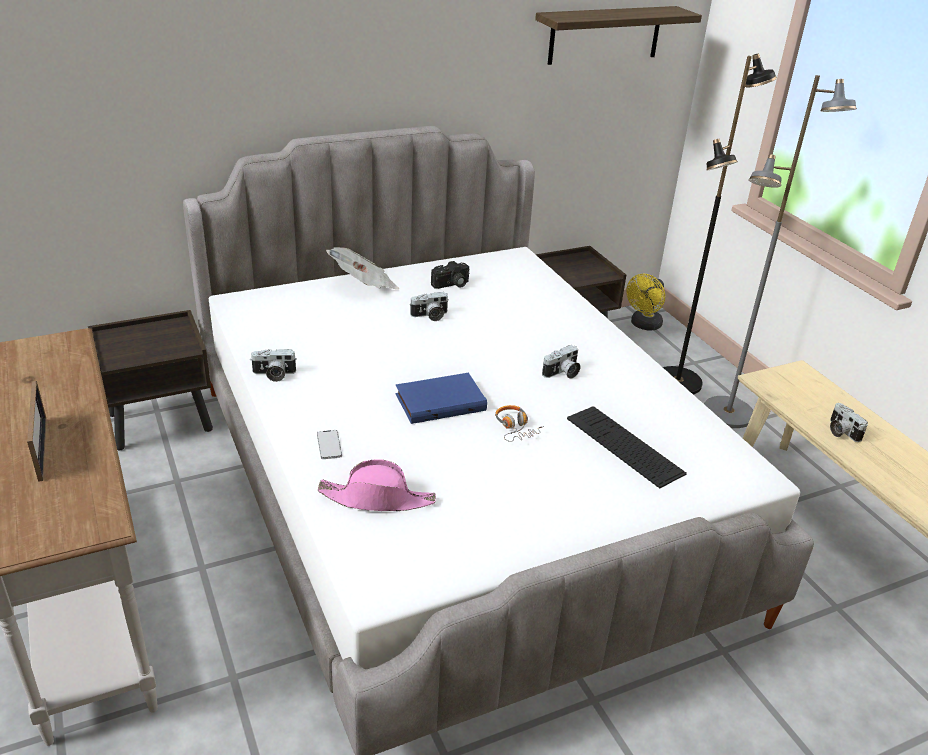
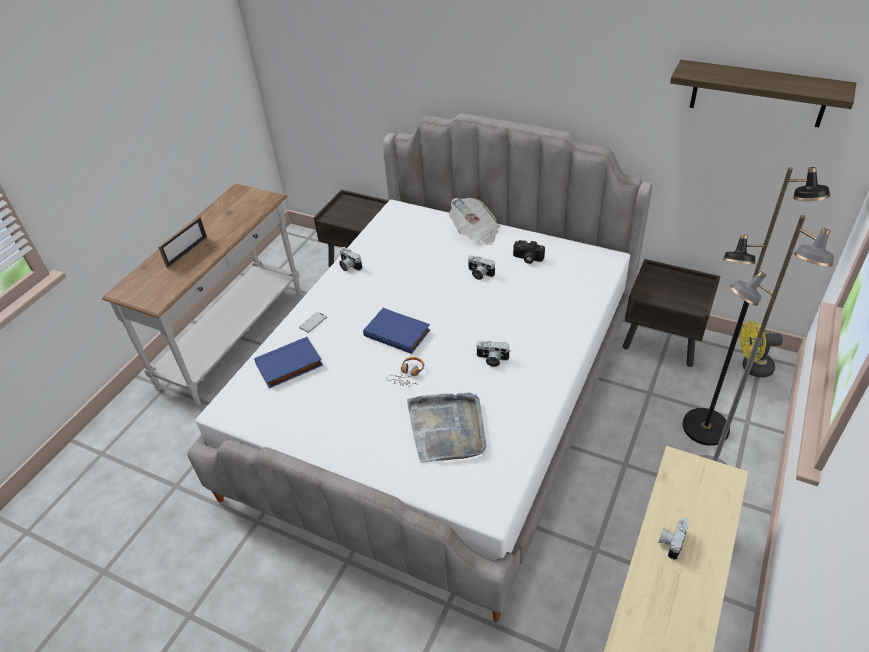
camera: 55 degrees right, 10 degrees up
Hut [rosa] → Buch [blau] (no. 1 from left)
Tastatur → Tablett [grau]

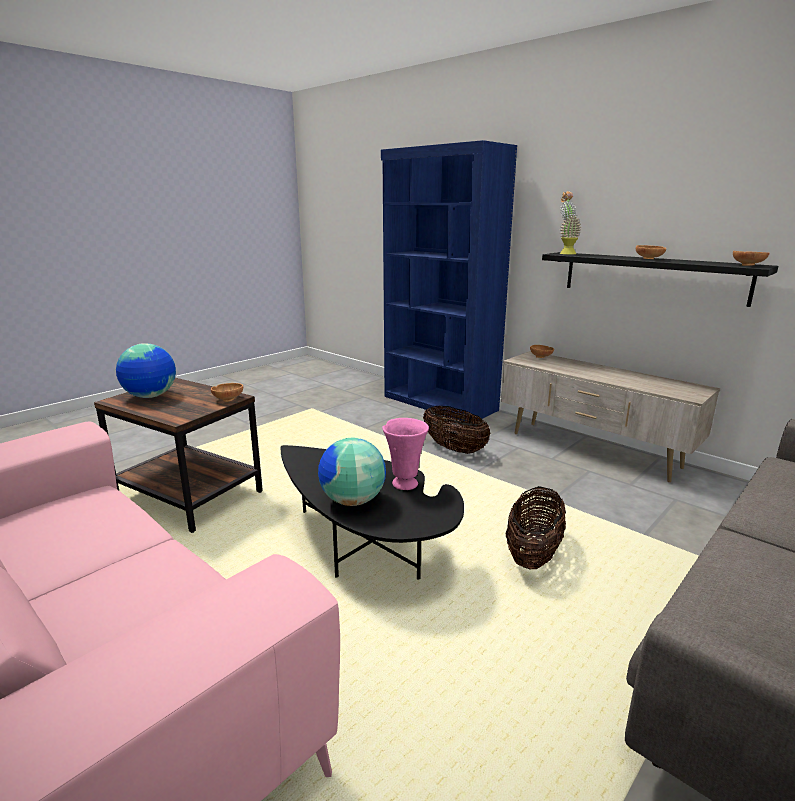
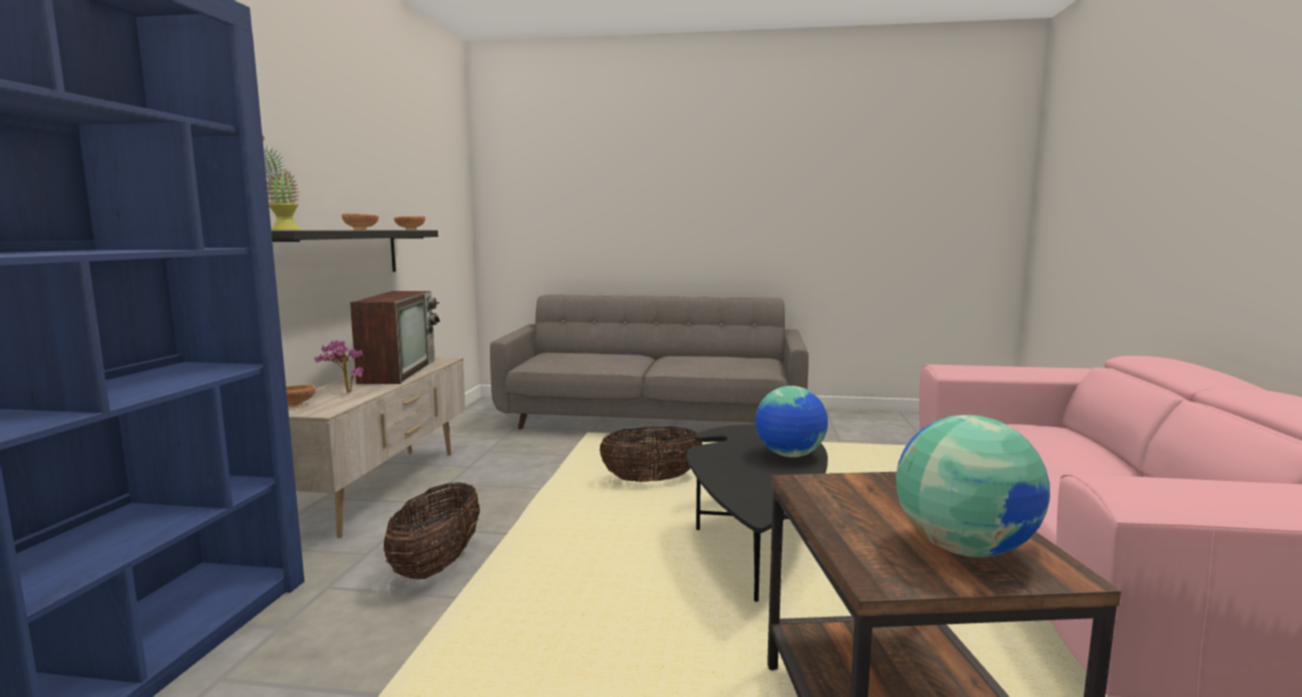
camera: 125 degrees left, 10 degrees down
Schüssel [braun] (no. 1 from left) → -
Vase [rosa] → -
- → Topfpflanze (no. 2 from left)
- → Fernseher

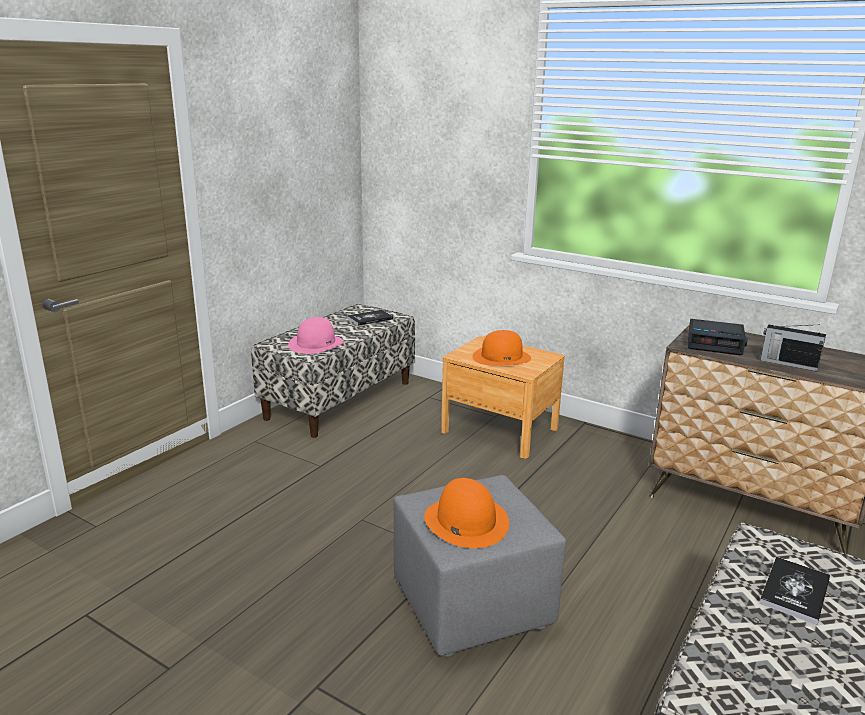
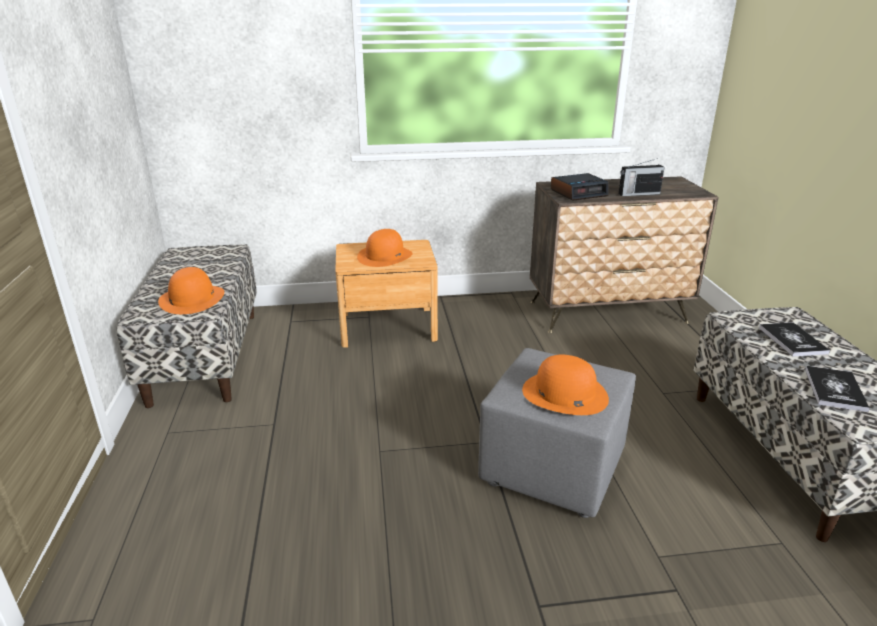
camera: 40 degrees left, 5 degrees up
Hut [rosa] → Hut [orange] (no. 1 from left)
Buch (no. 1 from left in the first image) → Buch (no. 2 from left), relocated

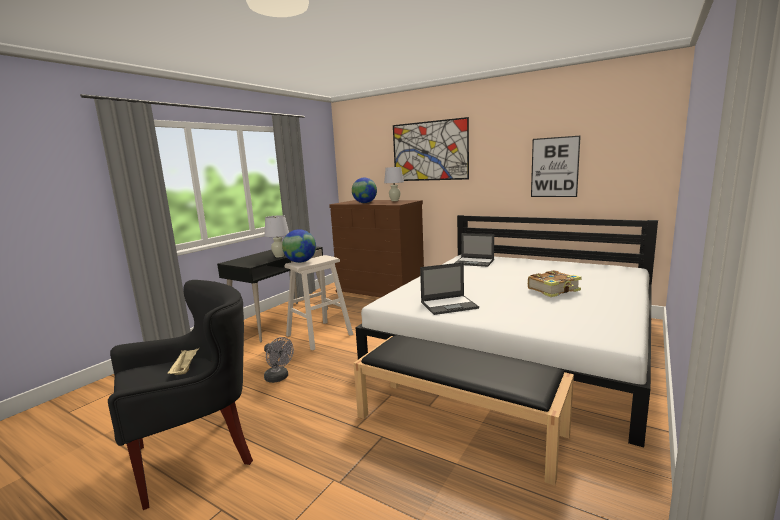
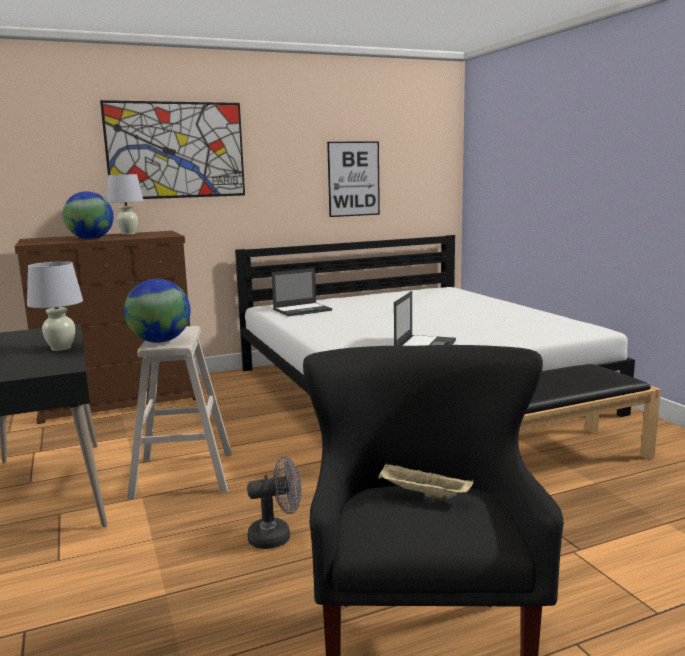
camera: 55 degrees left, 0 degrees up
Buch → -

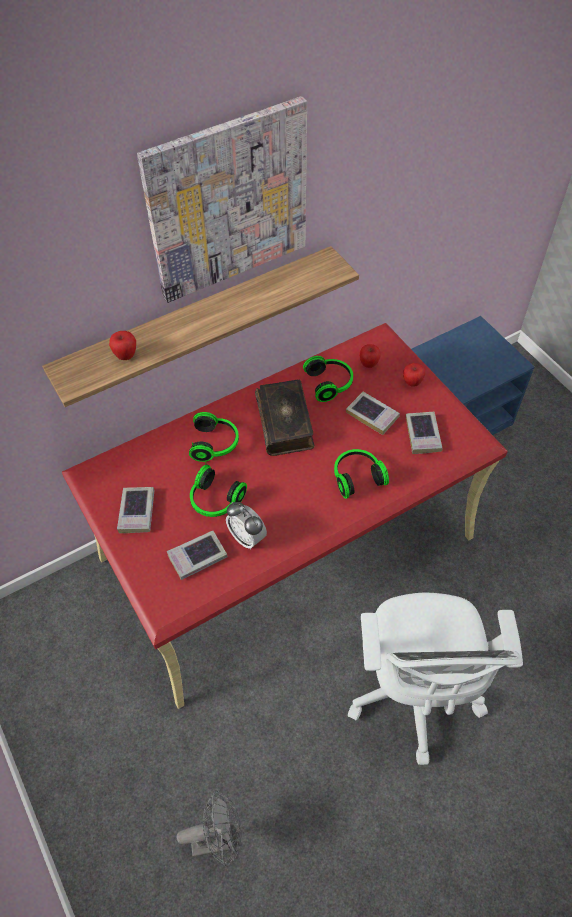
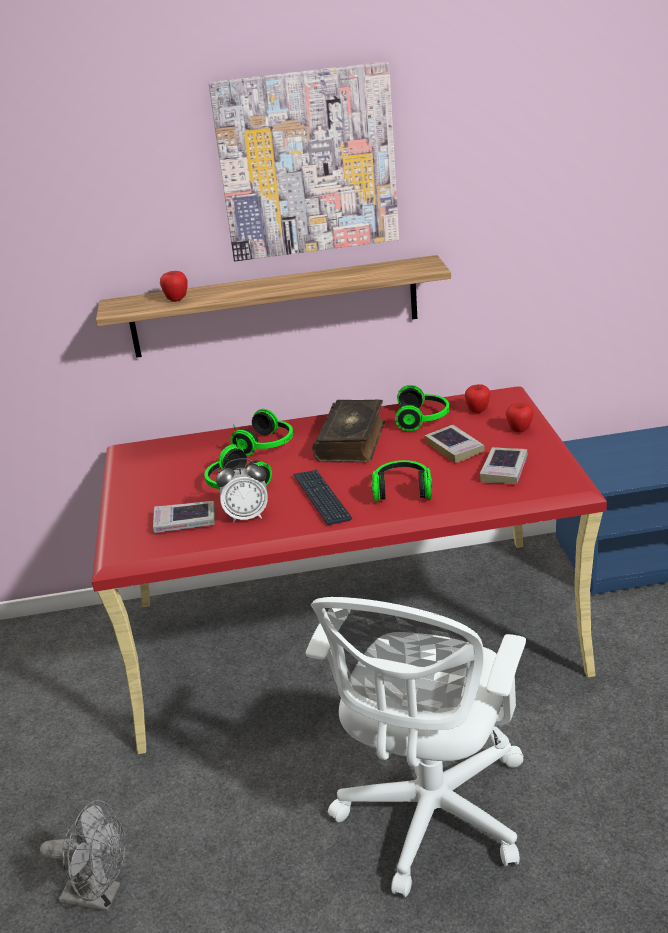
camera: 25 degrees right, 25 degrees down
Buch (no. 1 from left) → -
Wecker, 75 degrees counterclockwise
- → Tastatur

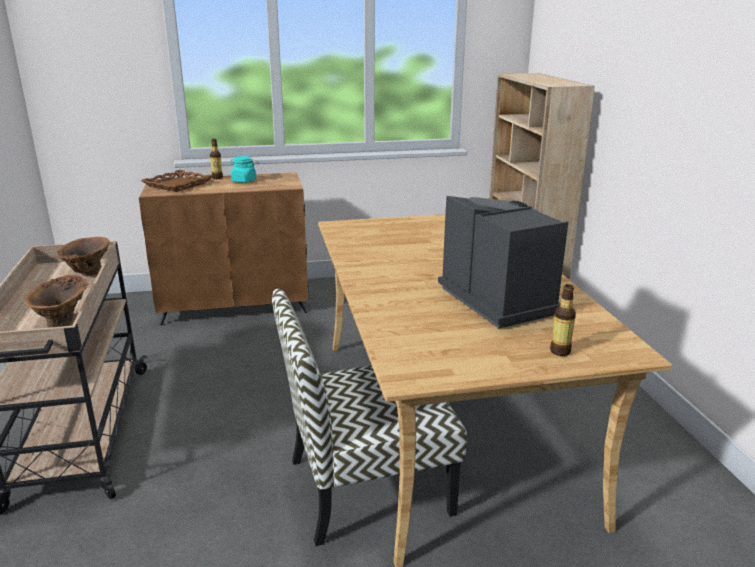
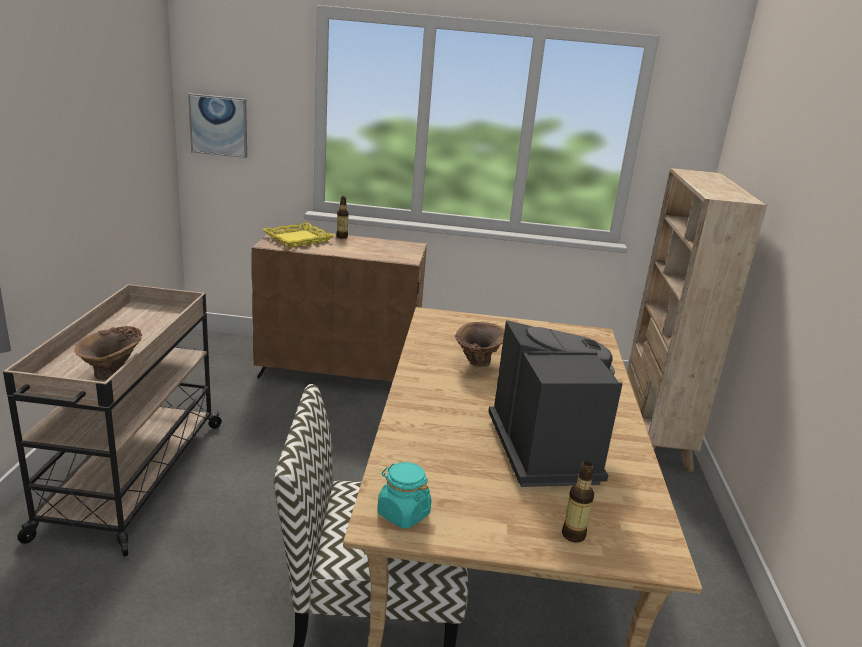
camera: 15 degrees right, 0 degrees up
Vase [braun] (no. 2 from left), relocated
Tablett [braun] → Tablett [gelb]
Vorratsglas [türkis], relocated
- → Bild

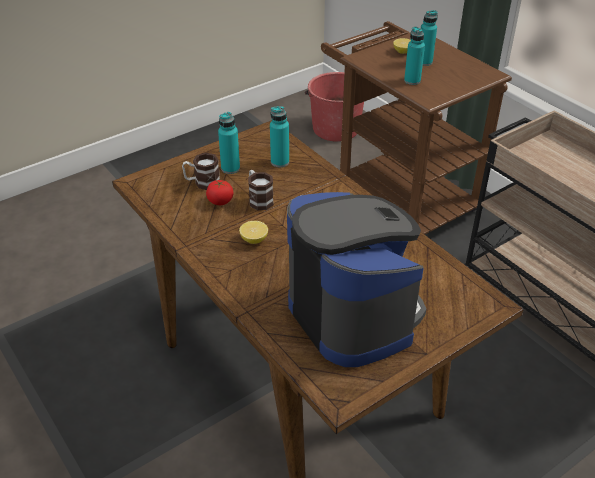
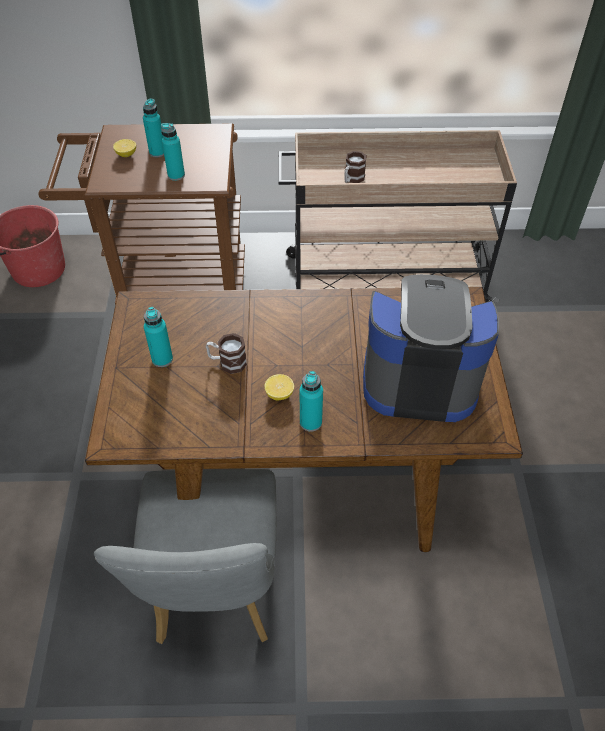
camera: 55 degrees left, 10 degrees up
Henkelbecher (no. 1 from left in the first image) → Henkelbecher (no. 2 from left), relocated
Tomate → -
Flasche [türkis] (no. 2 from left in the first image) → Flasche [türkis] (no. 4 from left), relocated
- → Stuhl [grau]

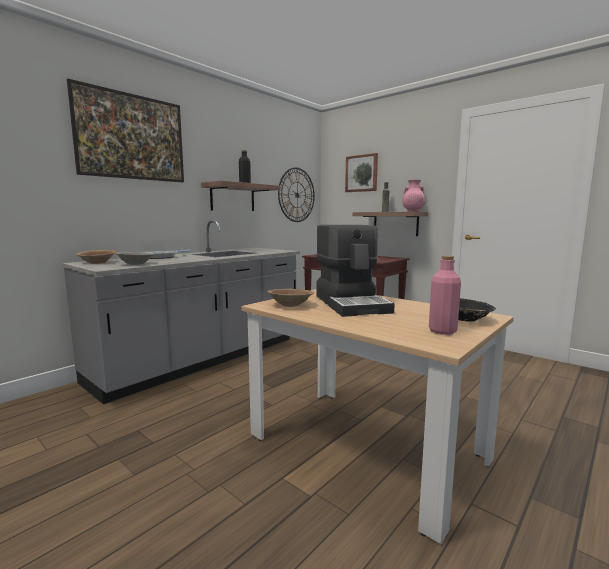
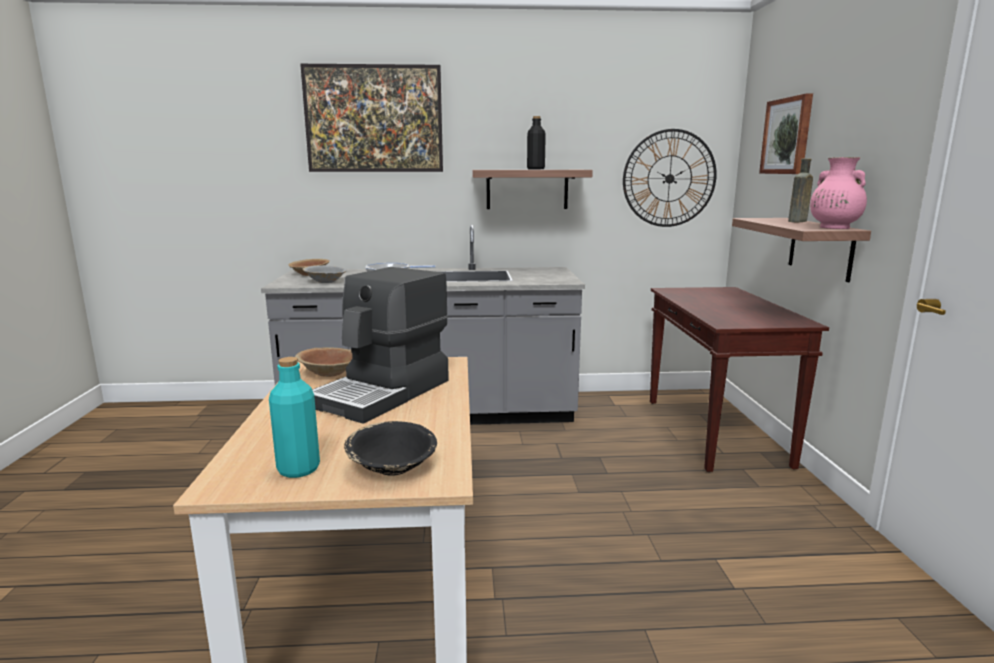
camera: 45 degrees right, 5 degrees up
Flasche [rosa] → Flasche [türkis]

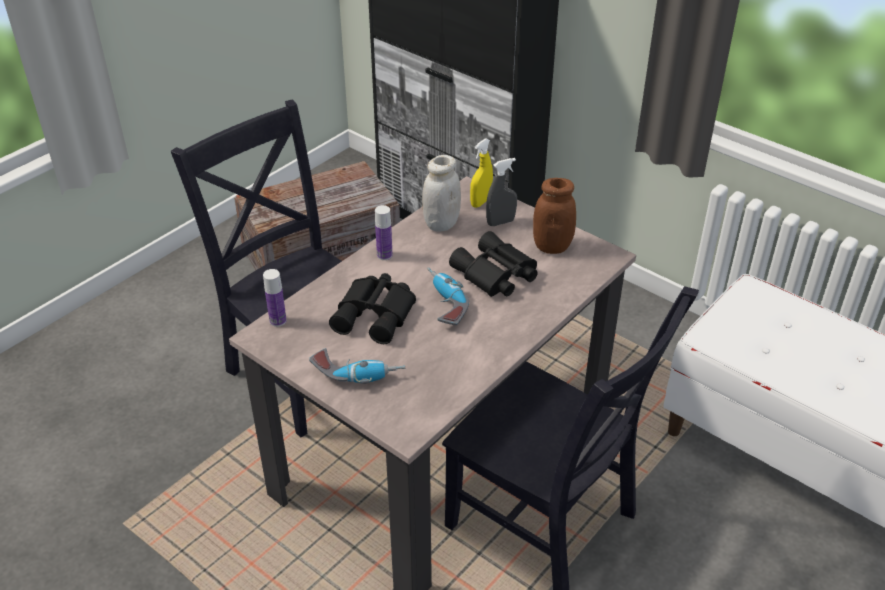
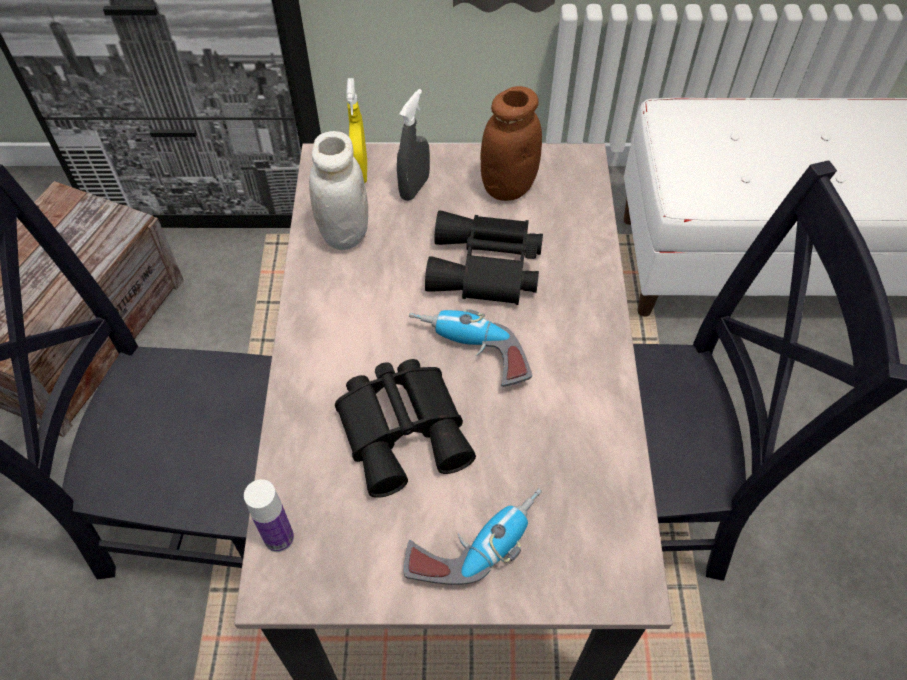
camera: 40 degrees left, 15 degrees up
Flasche (no. 2 from left) → -

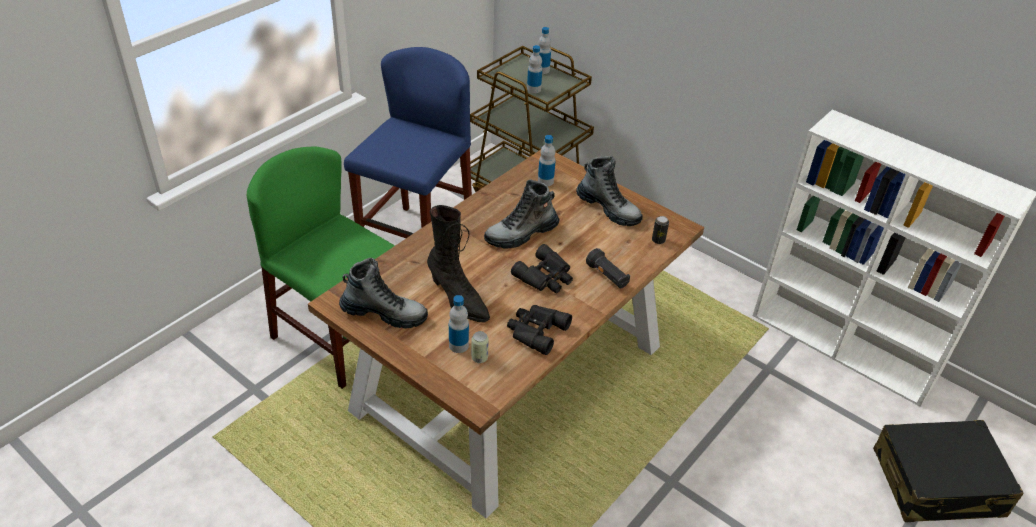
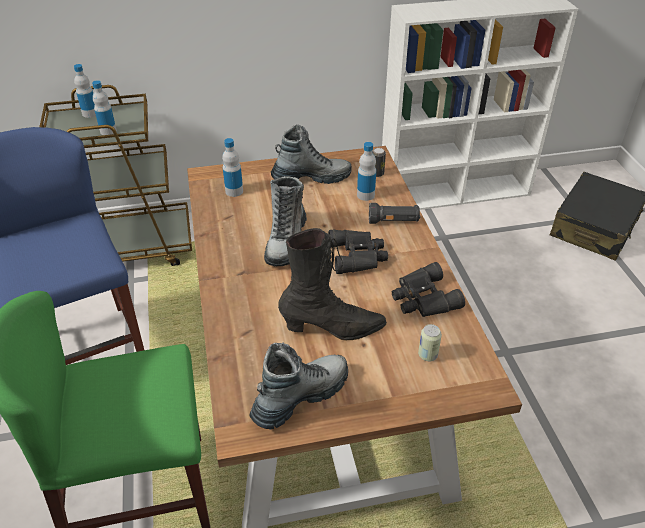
camera: 50 degrees left, 0 degrees up
Flasche (no. 1 from left in the first image) → Flasche (no. 4 from left), relocated

